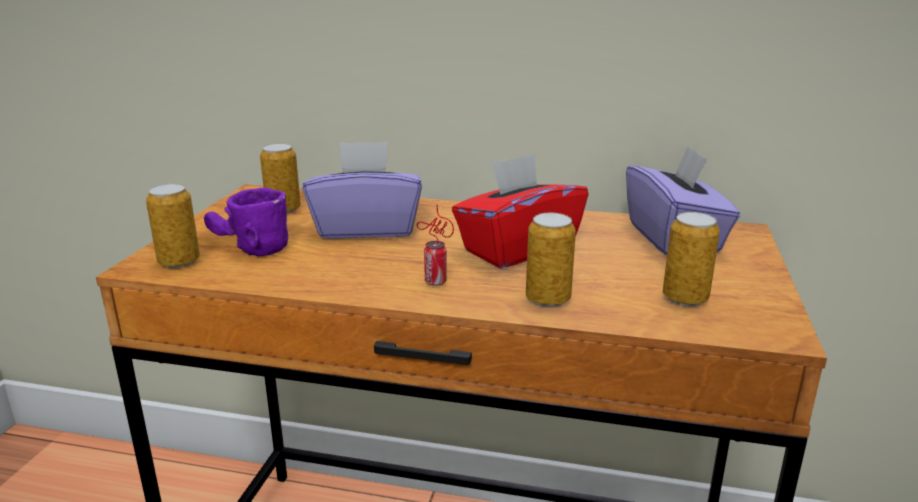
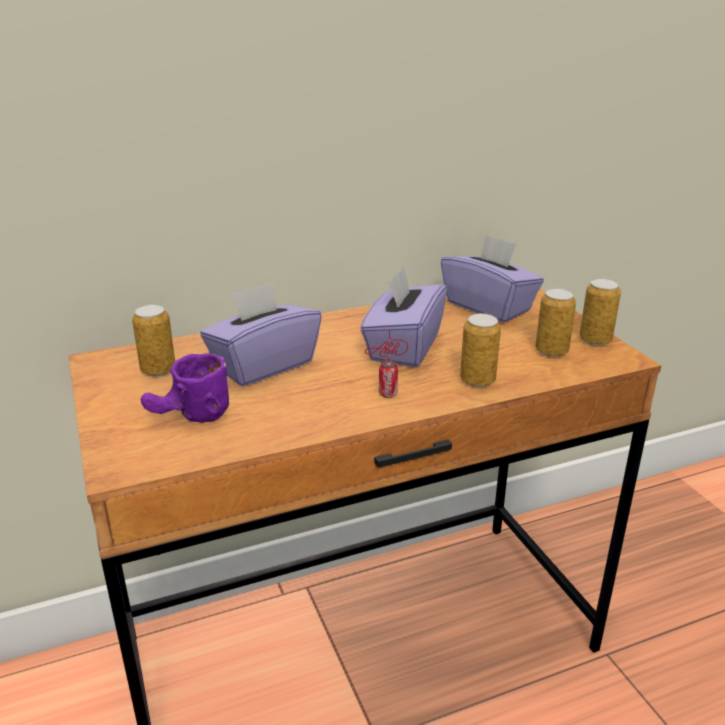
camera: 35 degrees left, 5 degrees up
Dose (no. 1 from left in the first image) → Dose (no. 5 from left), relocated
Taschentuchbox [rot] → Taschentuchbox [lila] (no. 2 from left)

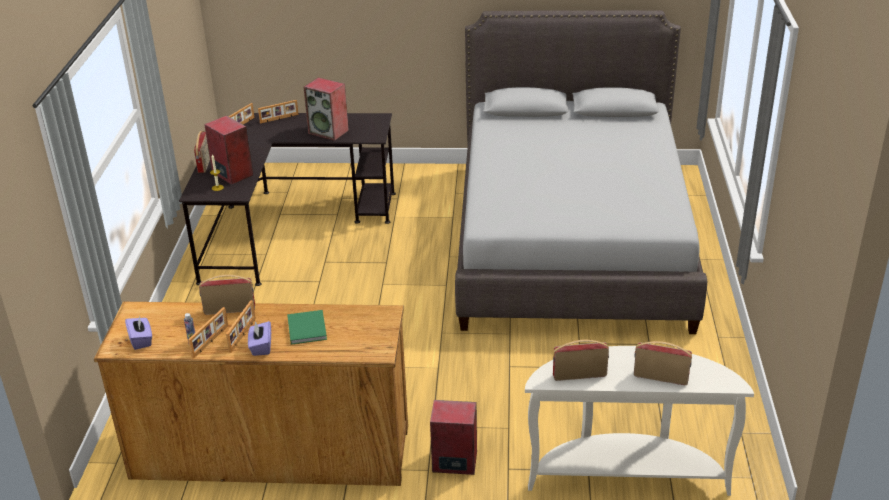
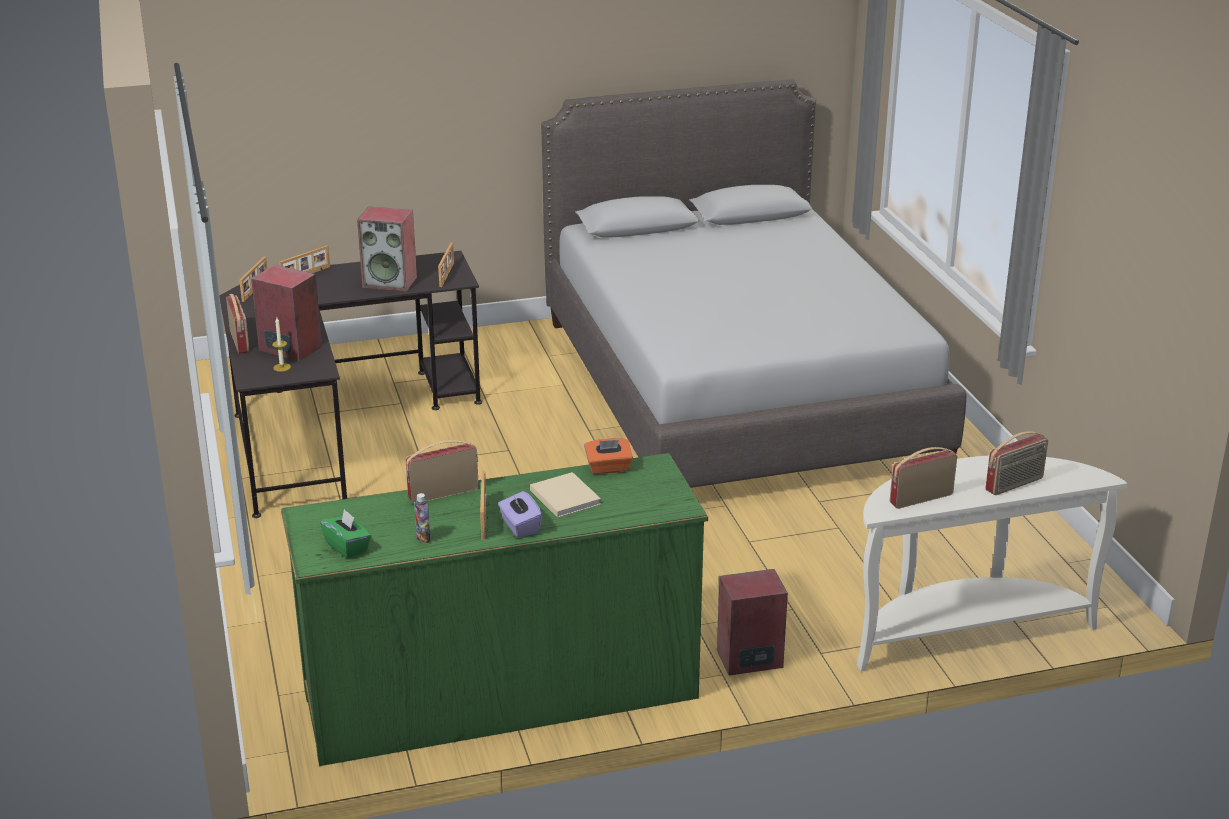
camera: 20 degrees left, 5 degrees down
Kommode [braun] → Kommode [grün]
Taschentuchbox [lila] (no. 1 from left) → Taschentuchbox [grün]
Bilderrahmen (no. 1 from left in the first image) → Bilderrahmen (no. 3 from left), relocated
Buch [grün] → Buch [beige]
Radio (no. 4 from left), 150 degrees clockwise
- → Taschentuchbox [orange]

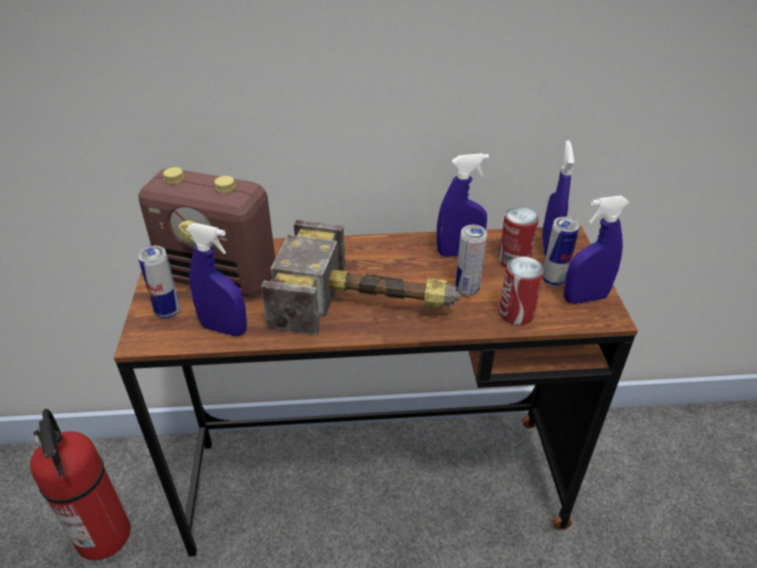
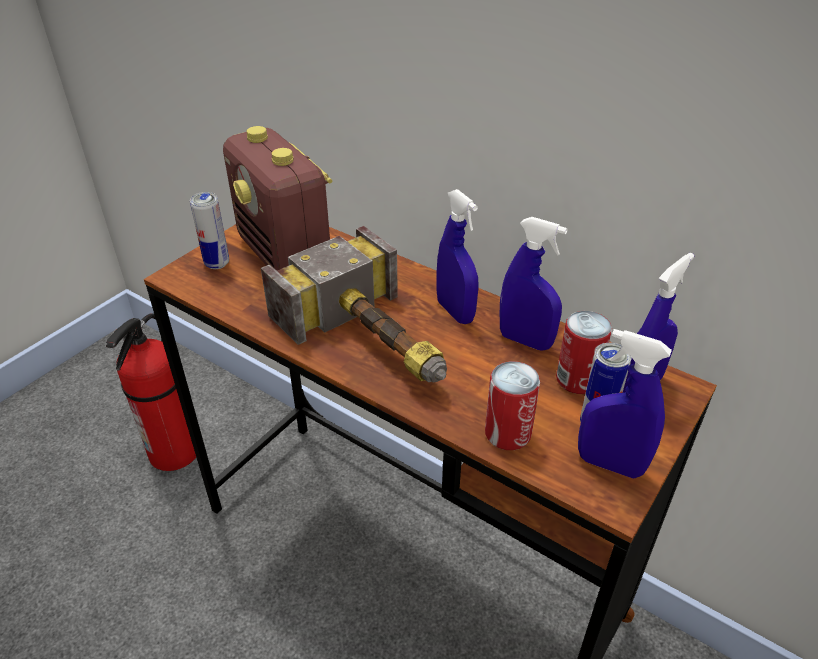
camera: 40 degrees right, 0 degrees up
Sprühflasche [blau] (no. 1 from left), relocated
Dose (no. 2 from left) → -

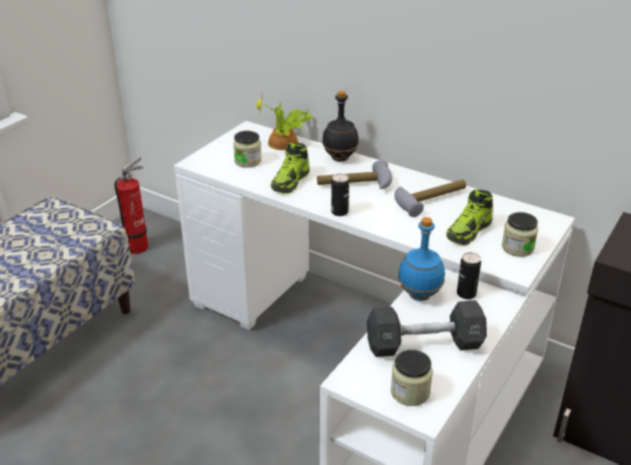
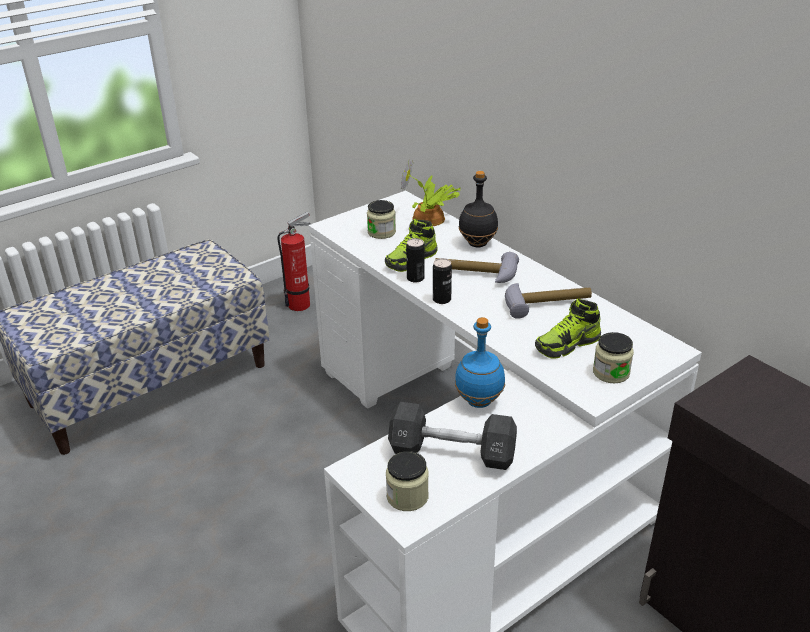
camera: 20 degrees right, 0 degrees up
Dose (no. 2 from left in the first image) → Dose (no. 1 from left), relocated

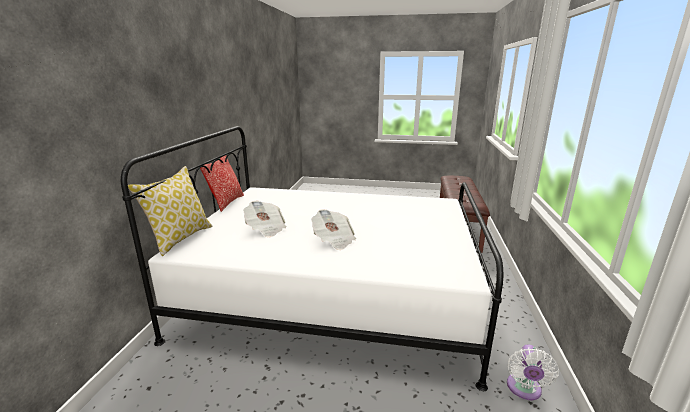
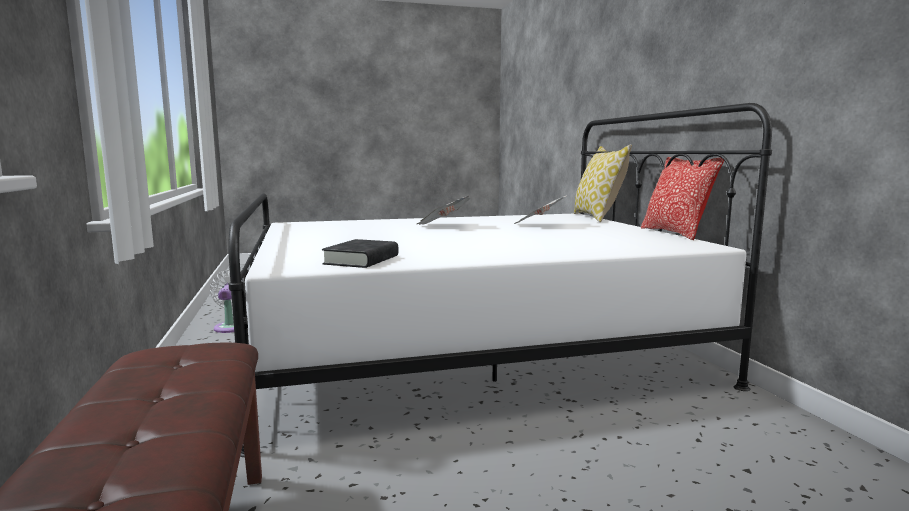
camera: 155 degrees right, 10 degrees down
- → Buch [schwarz]

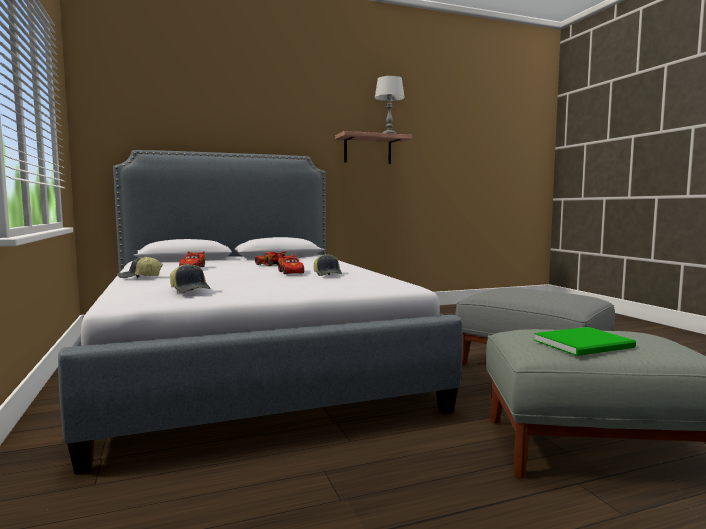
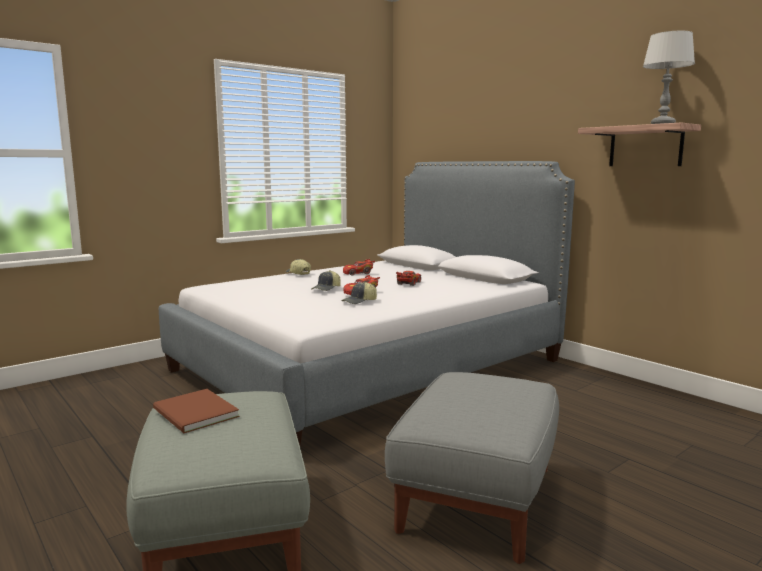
camera: 70 degrees right, 5 degrees up
Kappe (no. 2 from left), relocated
Buch [grün] → Buch [braun]

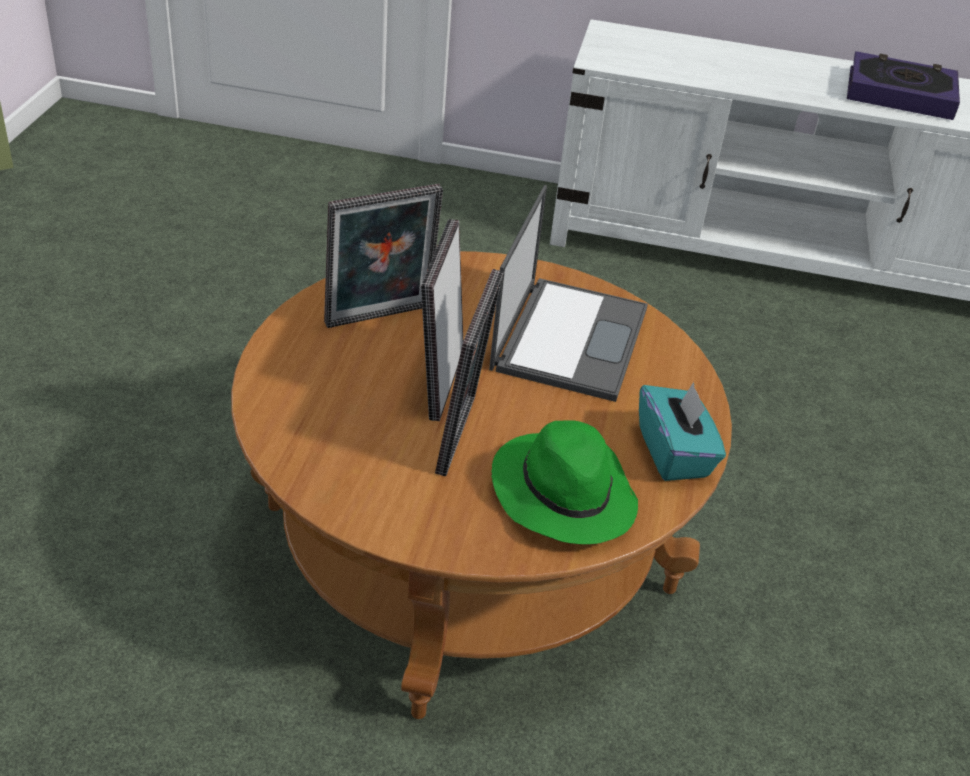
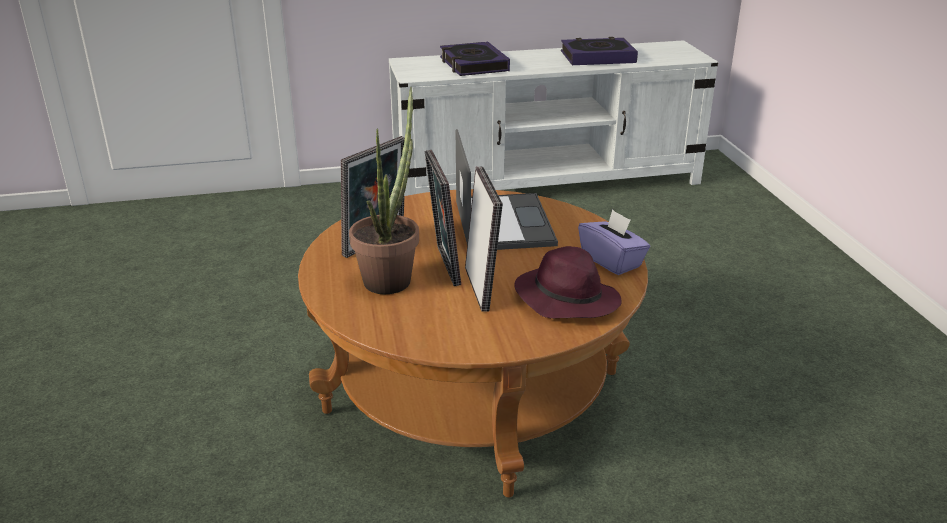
camera: 20 degrees left, 10 degrees down
Hut [grün] → Hut [lila]
Taschentuchbox [türkis] → Taschentuchbox [lila]
- → Topfpflanze
- → Buch (no. 1 from left)

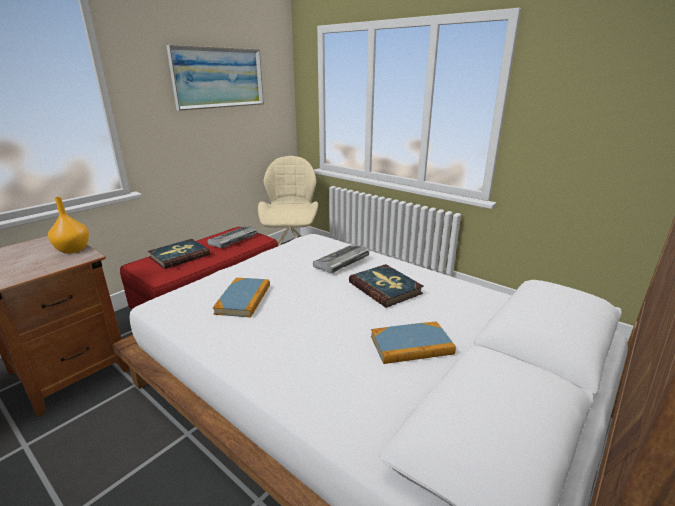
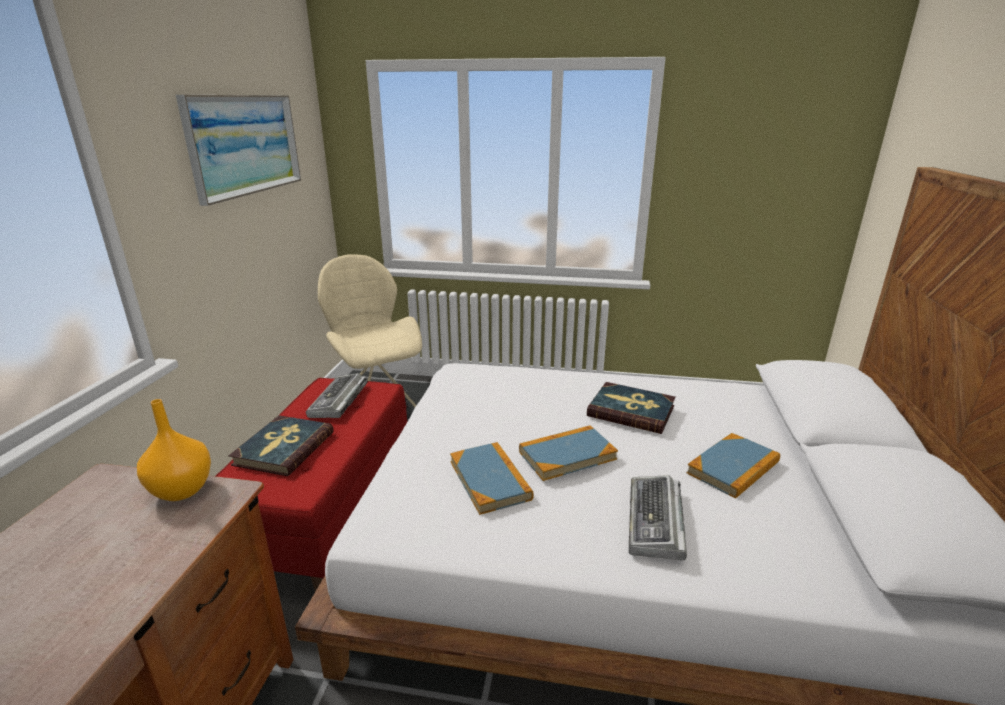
camera: 30 degrees left, 0 degrees up
Tastatur (no. 2 from left), relocated
- → Buch (no. 3 from left)

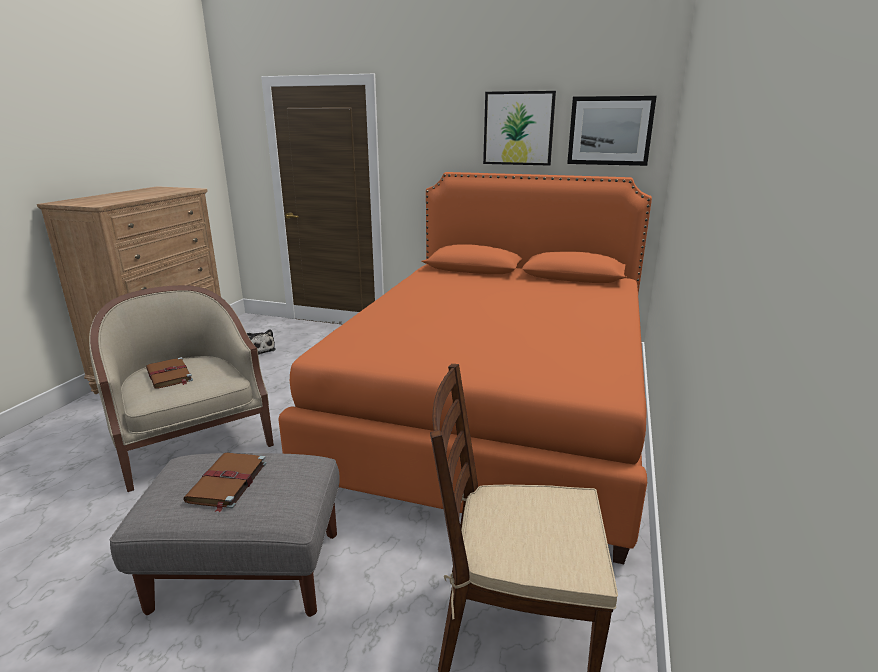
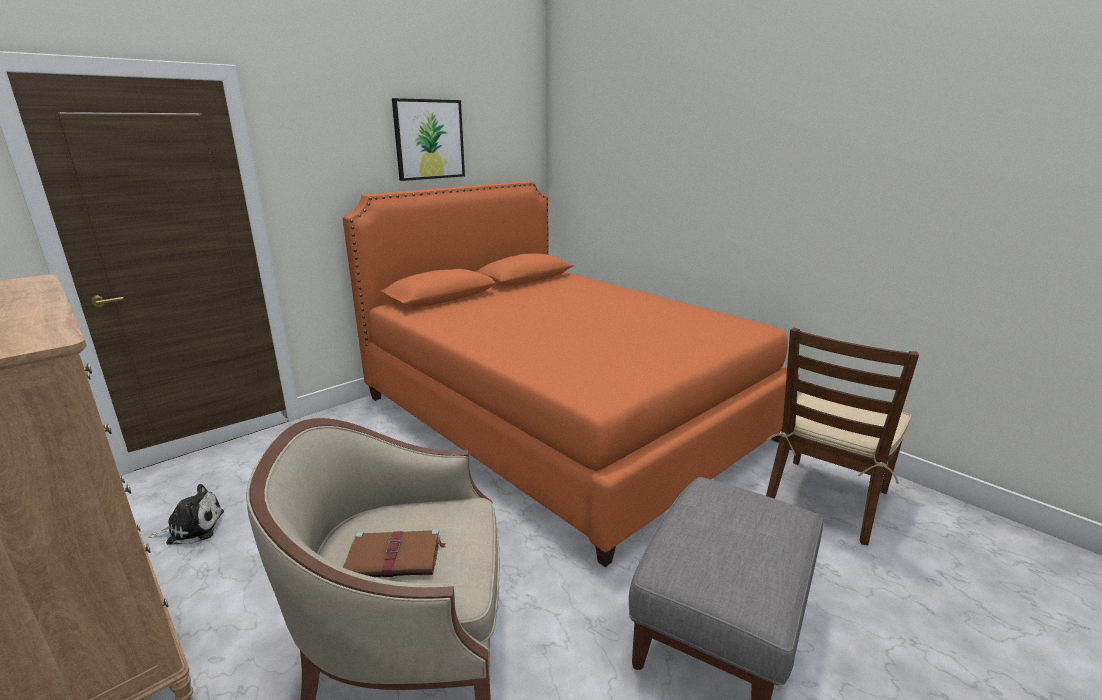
camera: 60 degrees left, 0 degrees up
Buch [braun] (no. 2 from left) → -
Bild (no. 2 from left) → -

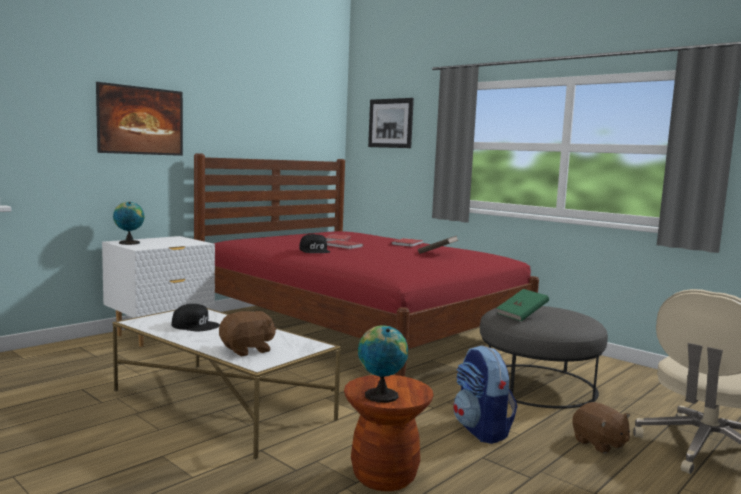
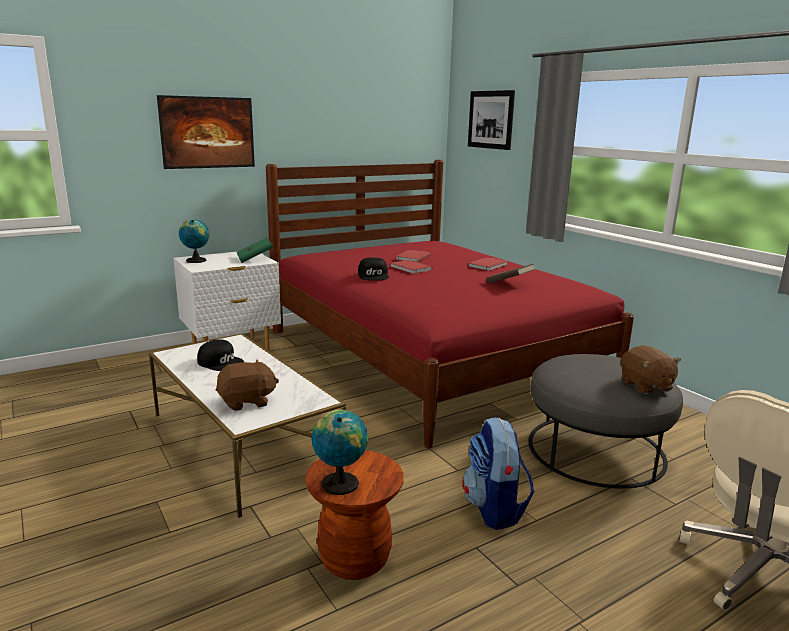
camera: 15 degrees right, 10 degrees up
Buch [grün], relocated
Plüschtier [braun] (no. 2 from left), relocated

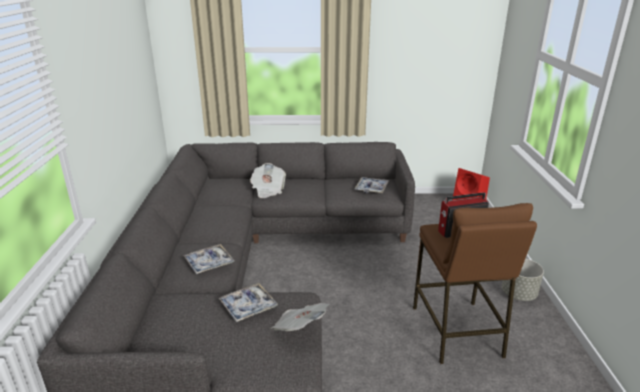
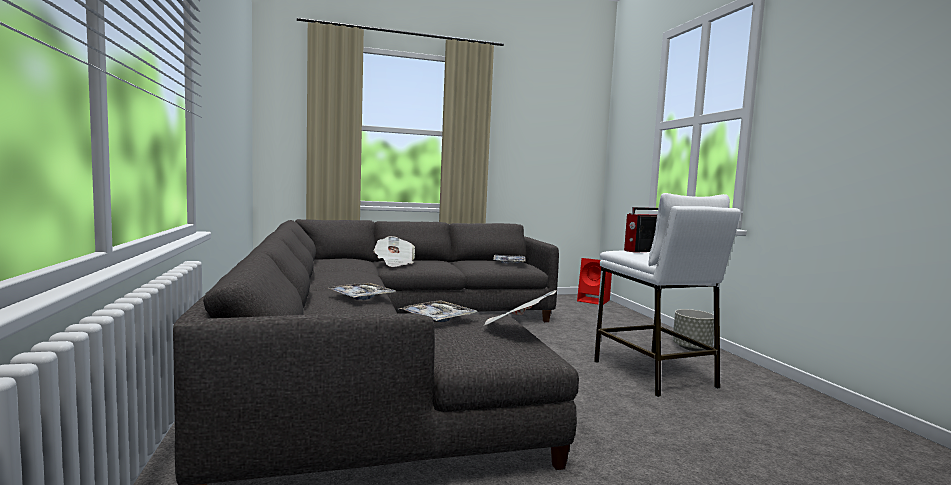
camera: 15 degrees left, 20 degrees down
Hocker [braun] → Hocker [weiß]

